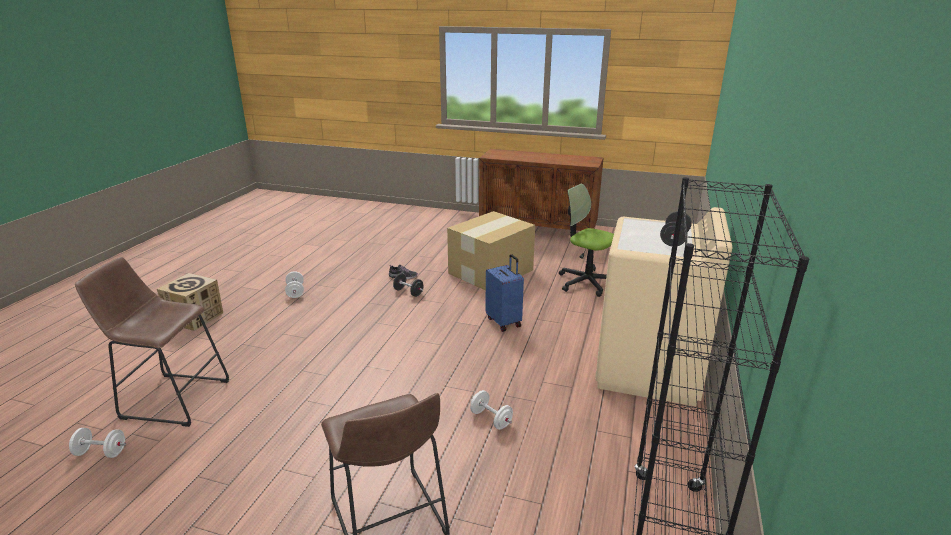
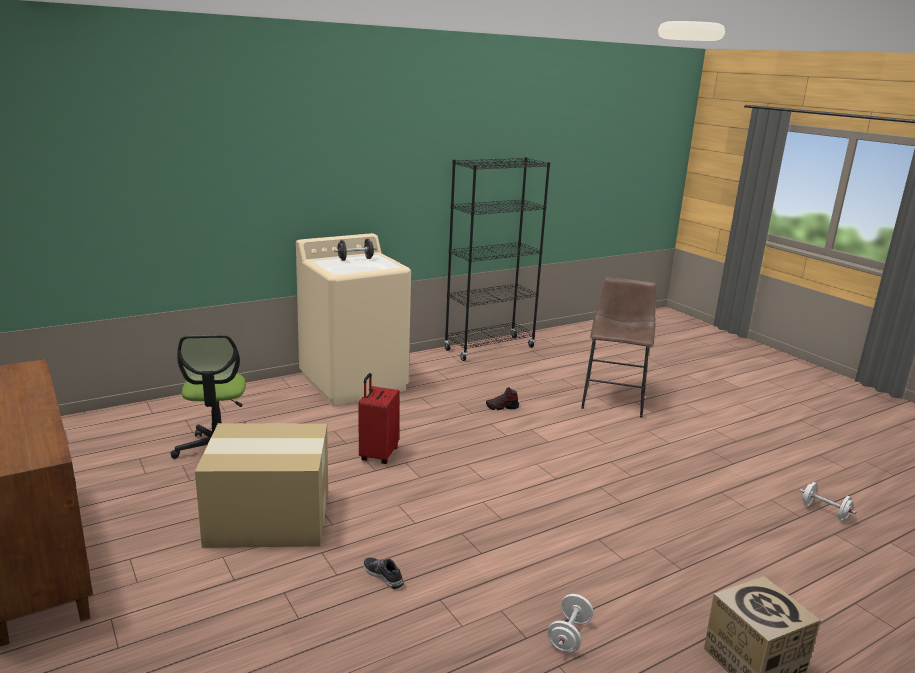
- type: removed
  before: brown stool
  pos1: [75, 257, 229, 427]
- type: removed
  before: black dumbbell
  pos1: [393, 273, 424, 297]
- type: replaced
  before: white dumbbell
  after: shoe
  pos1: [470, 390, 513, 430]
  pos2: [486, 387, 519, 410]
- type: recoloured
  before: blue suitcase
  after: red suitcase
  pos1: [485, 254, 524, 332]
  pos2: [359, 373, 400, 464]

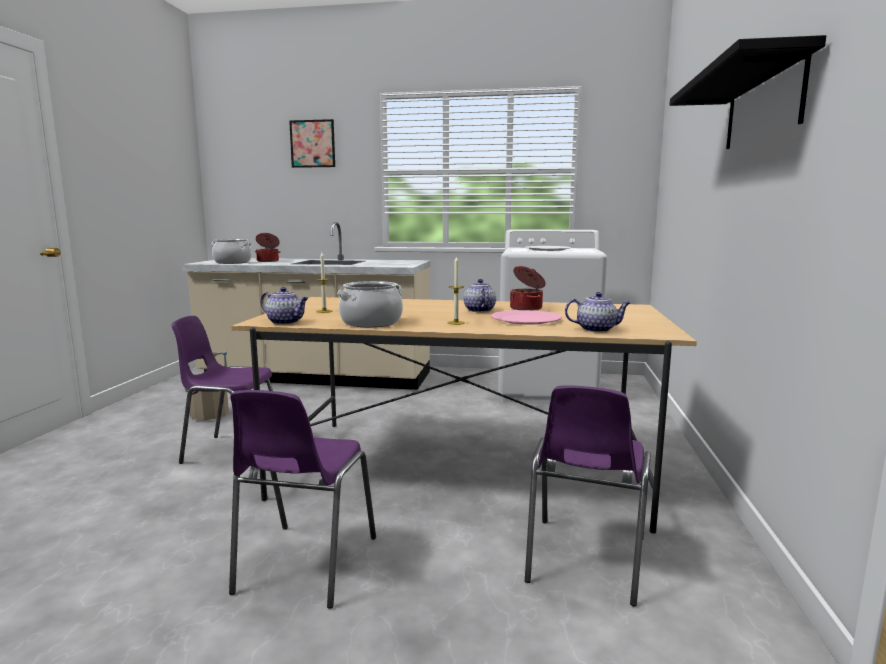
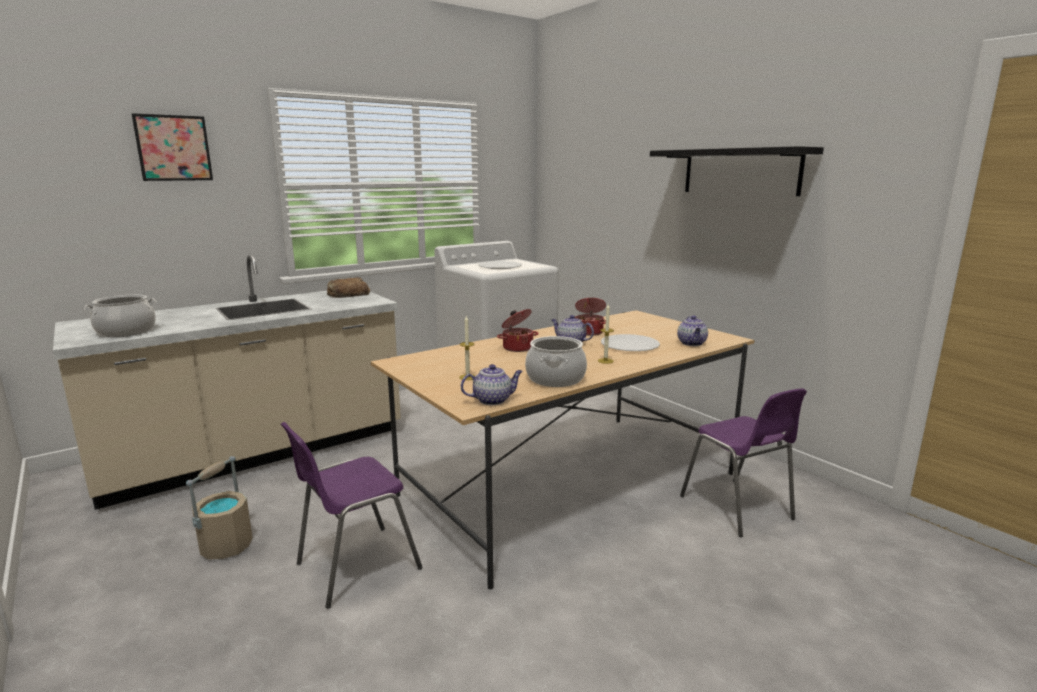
- type: removed
  before: purple chair
  pos1: [229, 390, 376, 609]
- type: added
  after: bread
  pos2: [327, 277, 370, 298]
- type: moved
  before: cooking pot
  pos1: [255, 233, 281, 262]
  pos2: [497, 309, 539, 352]
- type: recoloured
  before: pink plate
  after: white plate
  pos1: [491, 310, 561, 324]
  pos2: [601, 334, 660, 351]
- type: turned
  before: teapot
  pos1: [565, 292, 630, 332]
  pos2: [677, 316, 708, 346]
  turn: 135

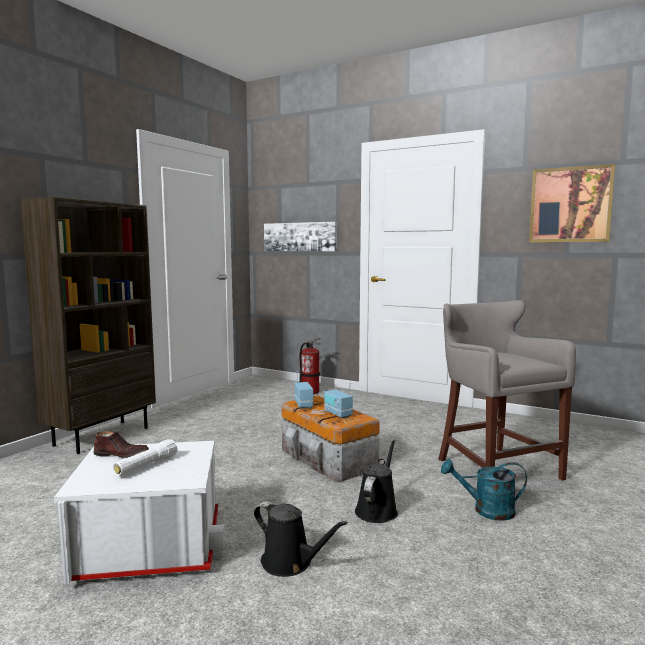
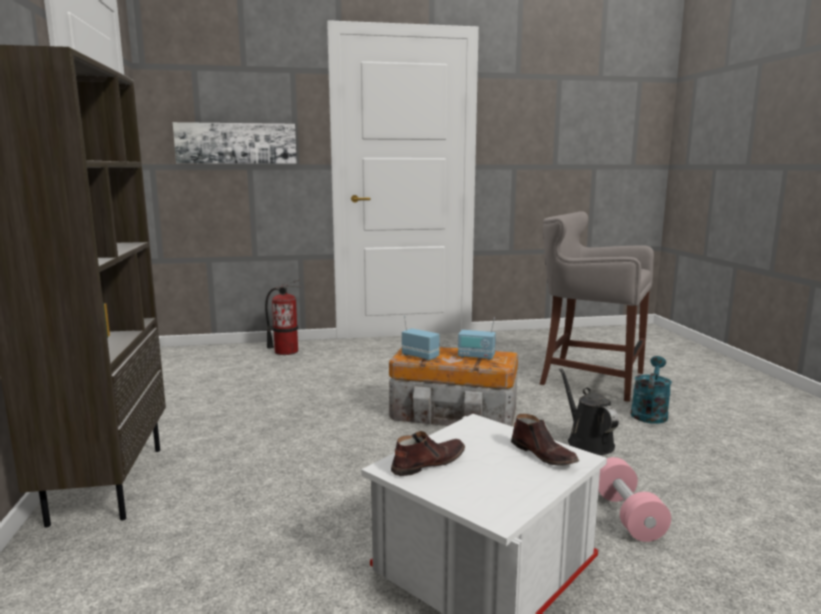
- type: removed
  before: white flashlight
  pos1: [113, 439, 178, 476]
- type: removed
  before: picture
  pos1: [529, 164, 615, 242]
- type: added
  after: brown shoe
  pos2: [511, 414, 579, 465]
- type: replaced
  before: black watering can
  after: pink dumbbell
  pos1: [254, 502, 348, 577]
  pos2: [599, 457, 671, 542]
- type: turned
  before: turquoise watering can
  pos1: [441, 459, 527, 521]
  pos2: [630, 356, 672, 424]
  turn: 150

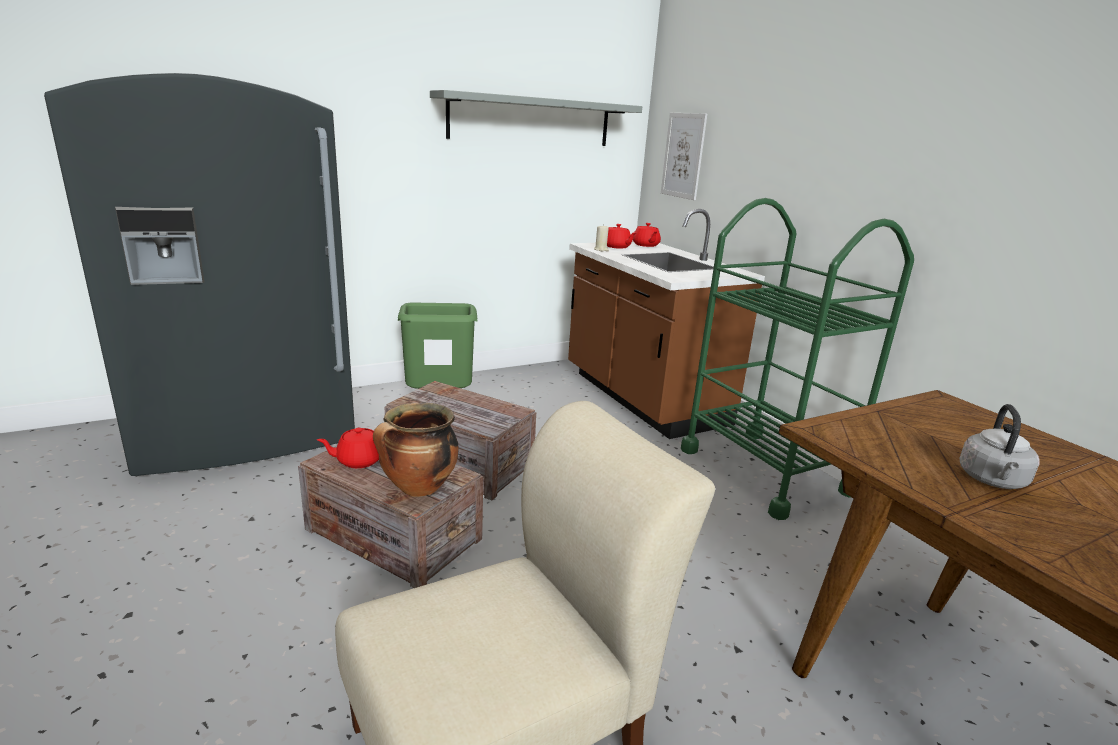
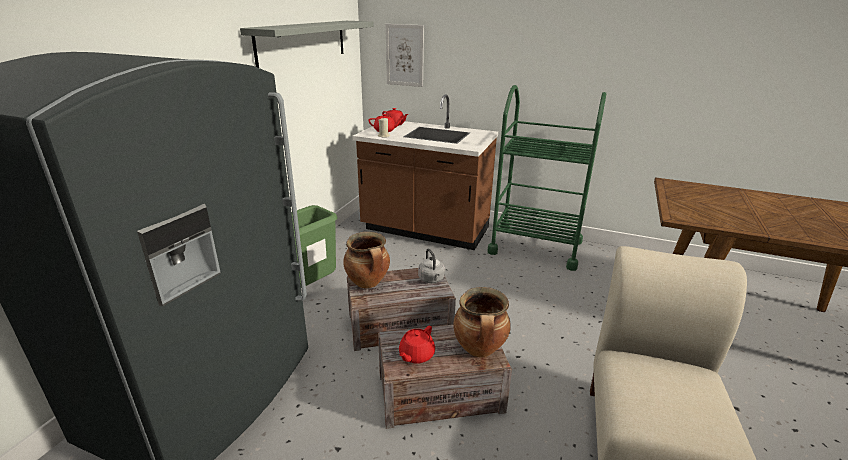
- type: added
  after: cooking pot
  pos2: [343, 232, 390, 289]
- type: moved
  before: grey kettle
  pos1: [959, 404, 1040, 489]
  pos2: [418, 248, 445, 283]

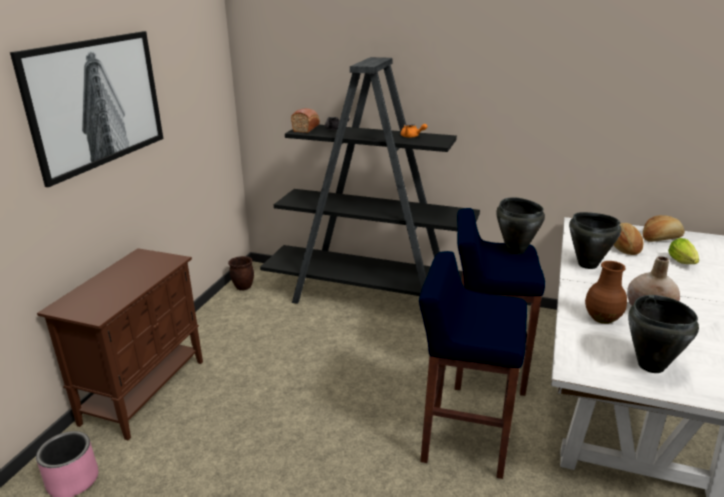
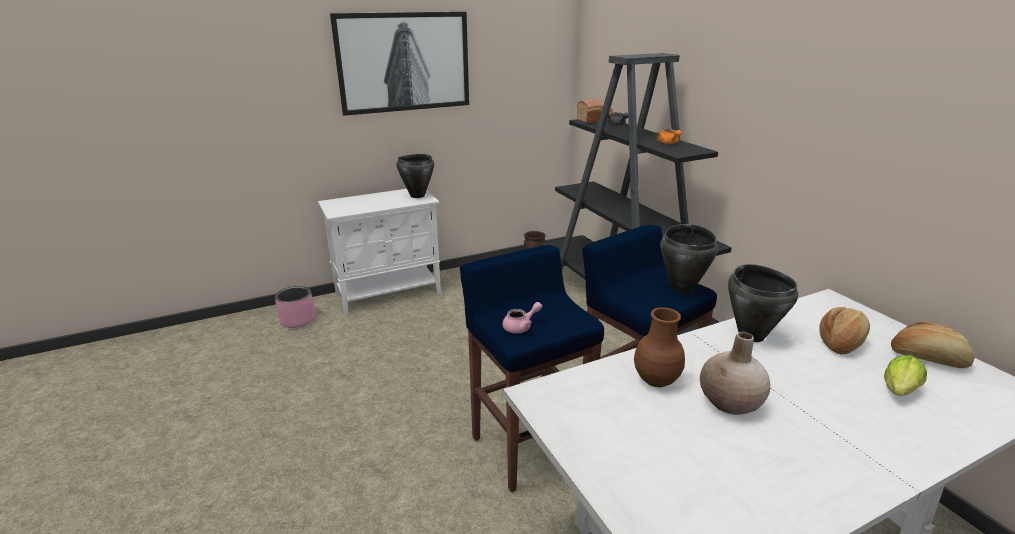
- type: added
  after: pink teapot
  pos2: [502, 302, 542, 334]
- type: moved
  before: black cooking pot
  pos1: [628, 295, 699, 373]
  pos2: [396, 154, 434, 198]
- type: recoloured
  before: brown cabinet
  after: white cabinet
  pos1: [37, 248, 203, 440]
  pos2: [318, 189, 441, 315]

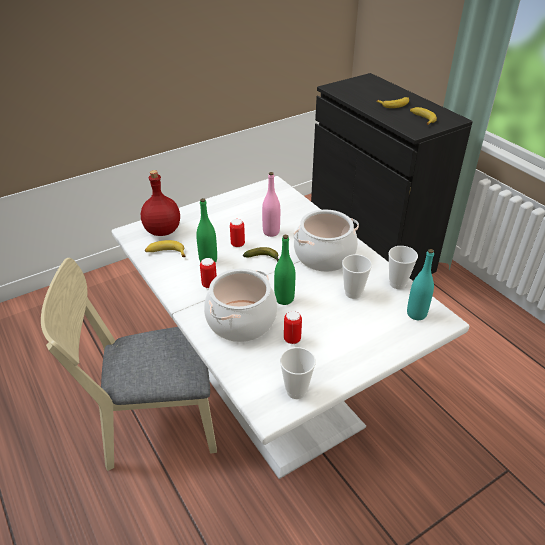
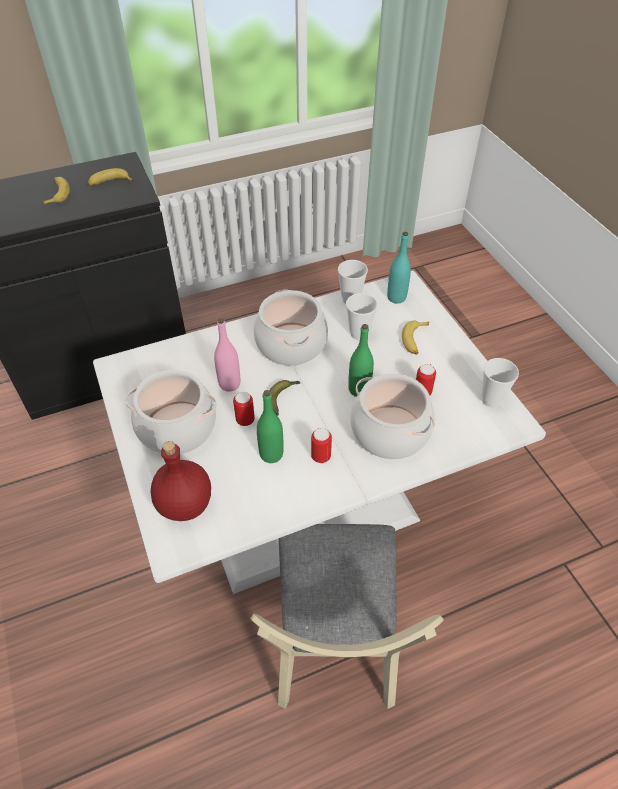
- type: added
  after: cooking pot
  pos2: [125, 370, 217, 454]
- type: moved
  before: banana
  pos1: [145, 240, 186, 257]
  pos2: [402, 321, 429, 355]

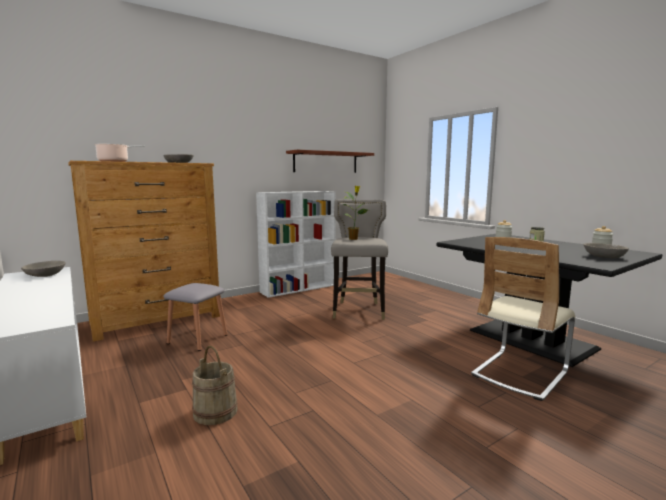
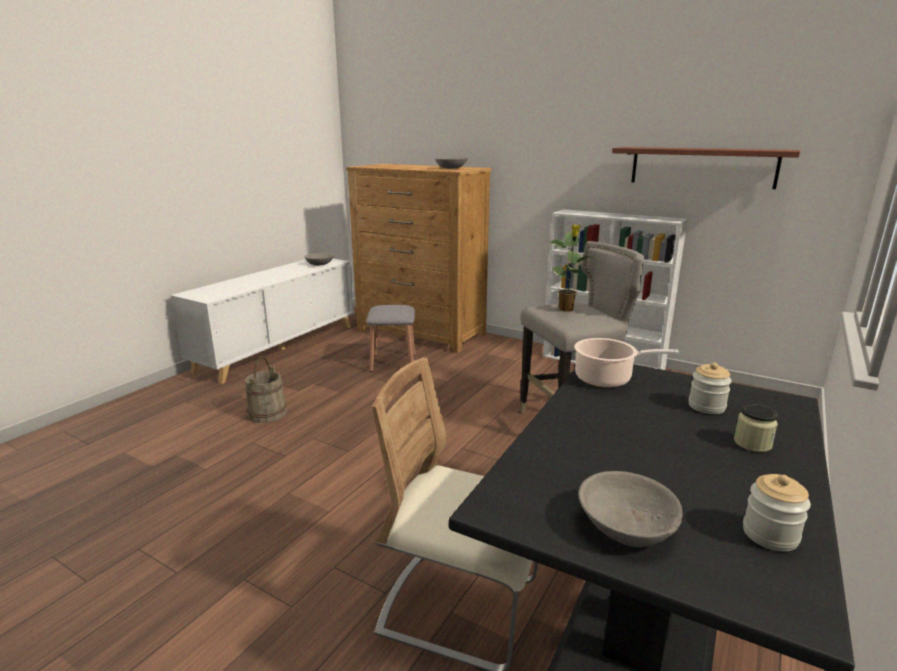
- type: moved
  before: cooking pot
  pos1: [94, 144, 145, 162]
  pos2: [574, 338, 679, 387]

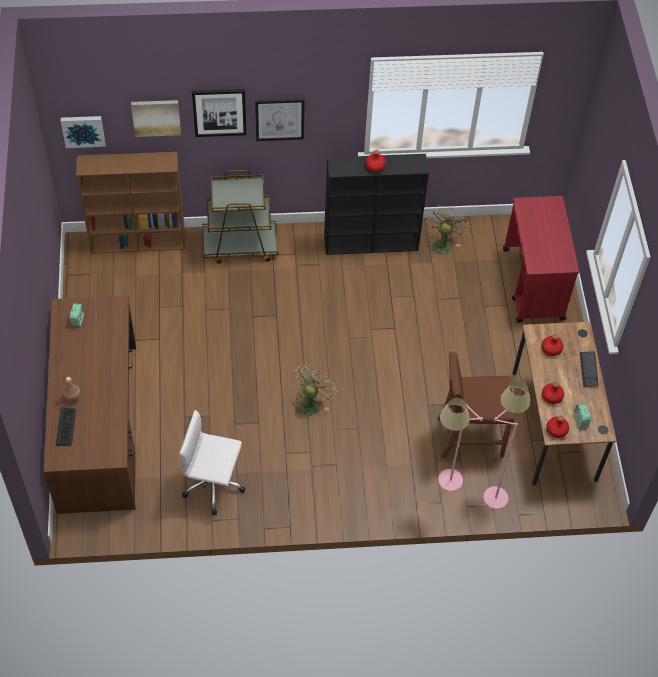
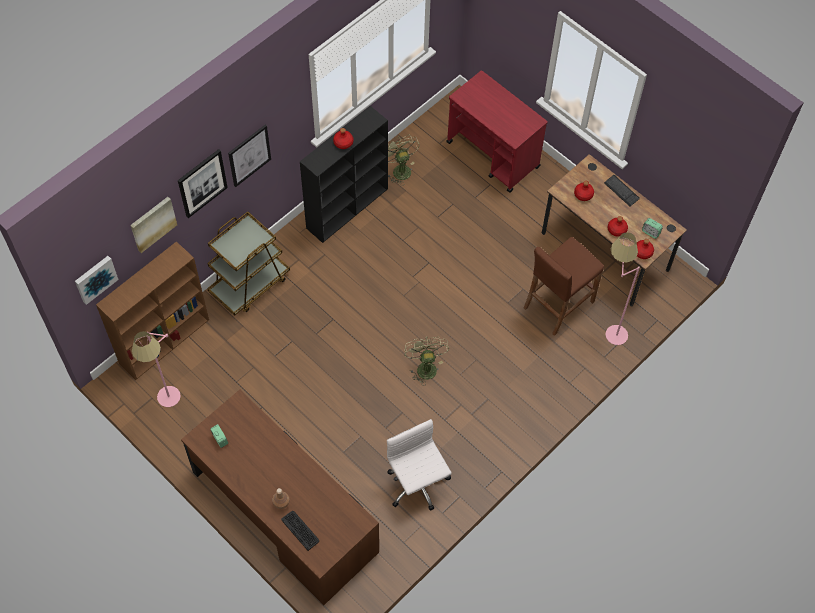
- type: moved
  before: pink floor lamp
  pos1: [438, 398, 483, 491]
  pos2: [132, 331, 181, 407]
- type: turned
  before: white office chair
  pos1: [179, 410, 245, 515]
  pos2: [387, 419, 452, 511]
  turn: 90

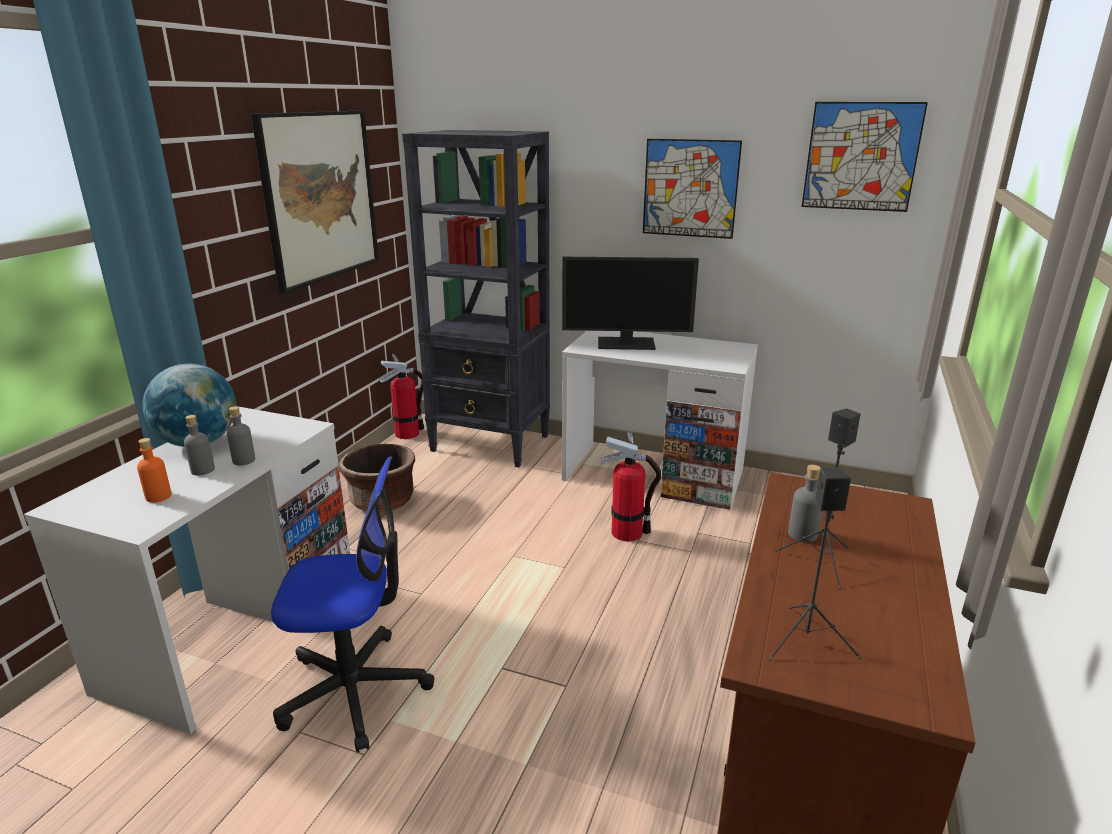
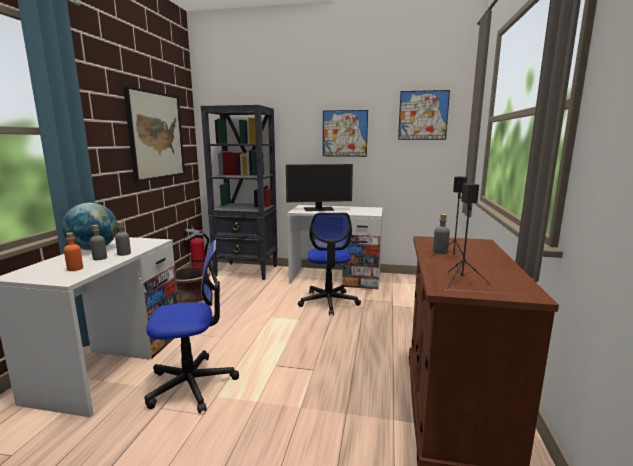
- type: replaced
  before: fire extinguisher
  after: office chair
  pos1: [601, 431, 661, 541]
  pos2: [298, 213, 361, 315]

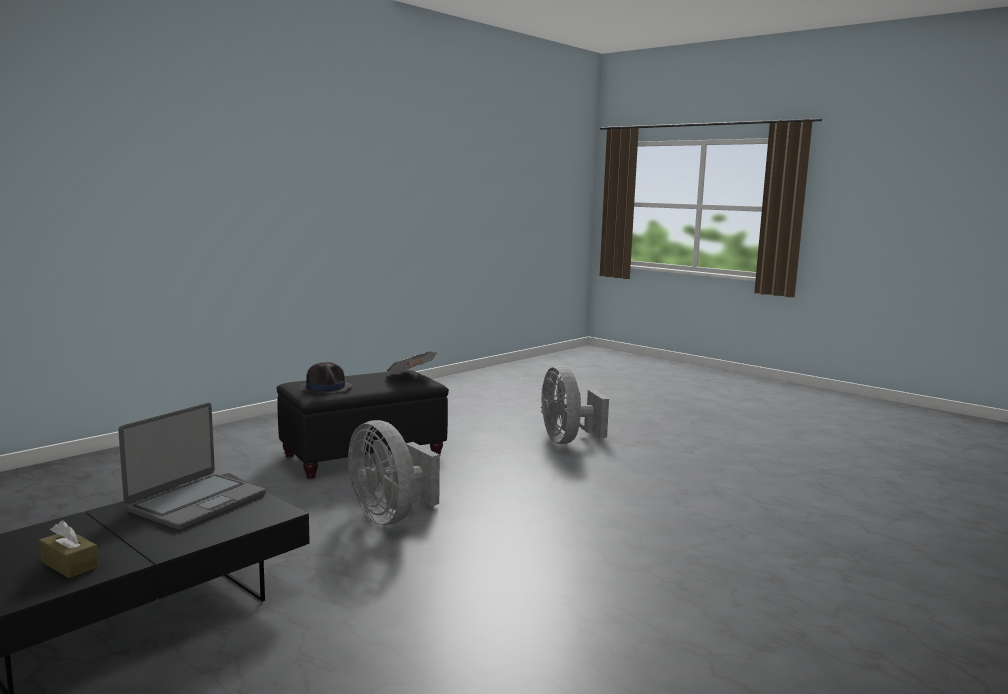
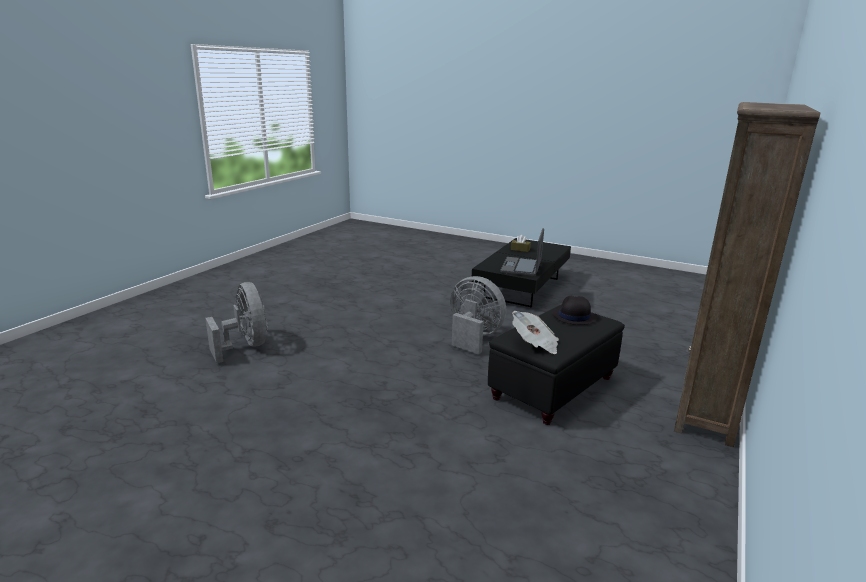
- type: added
  after: brown bookcase
  pos2: [674, 102, 820, 448]
- type: moved
  before: grey fan
  pos1: [541, 366, 609, 444]
  pos2: [205, 282, 268, 363]

